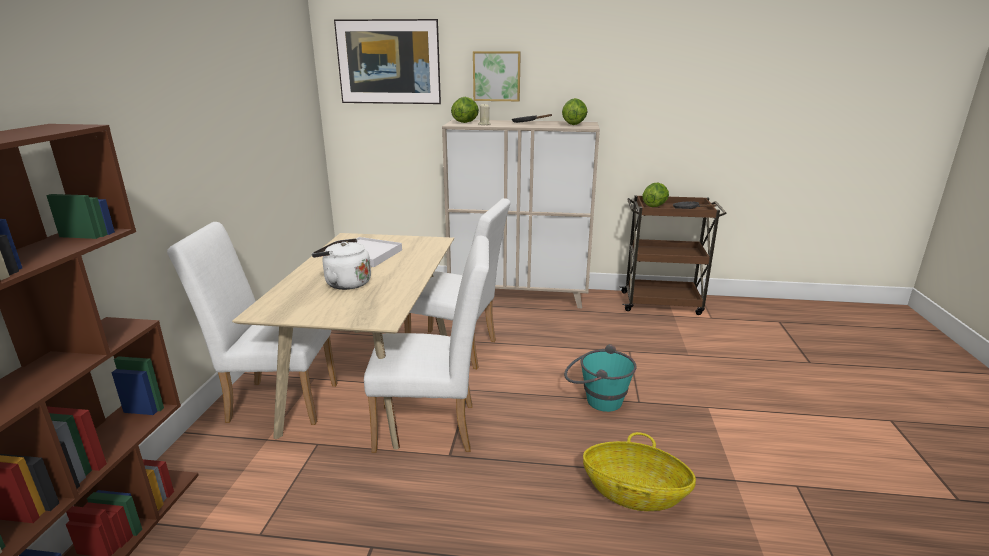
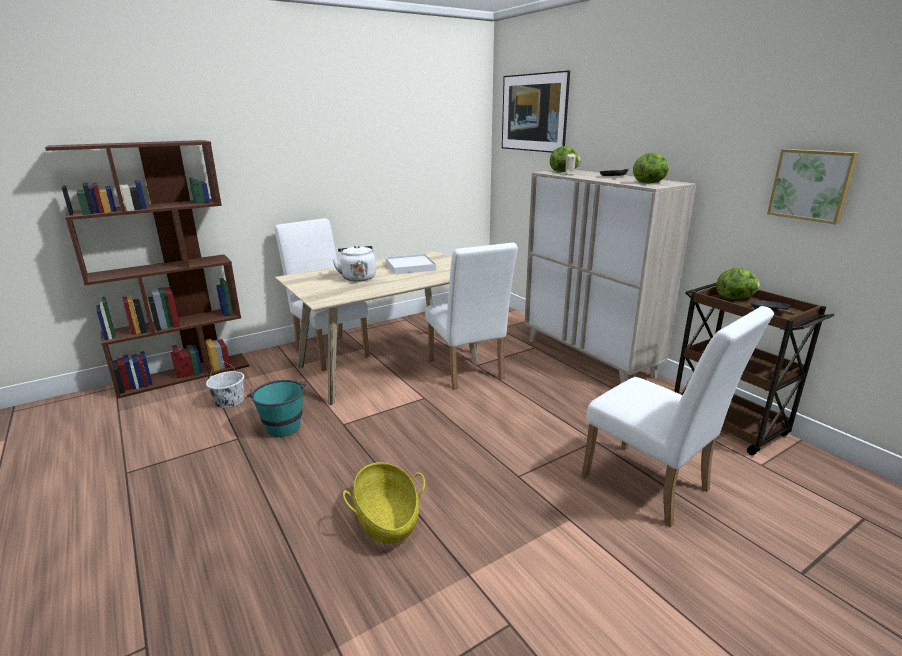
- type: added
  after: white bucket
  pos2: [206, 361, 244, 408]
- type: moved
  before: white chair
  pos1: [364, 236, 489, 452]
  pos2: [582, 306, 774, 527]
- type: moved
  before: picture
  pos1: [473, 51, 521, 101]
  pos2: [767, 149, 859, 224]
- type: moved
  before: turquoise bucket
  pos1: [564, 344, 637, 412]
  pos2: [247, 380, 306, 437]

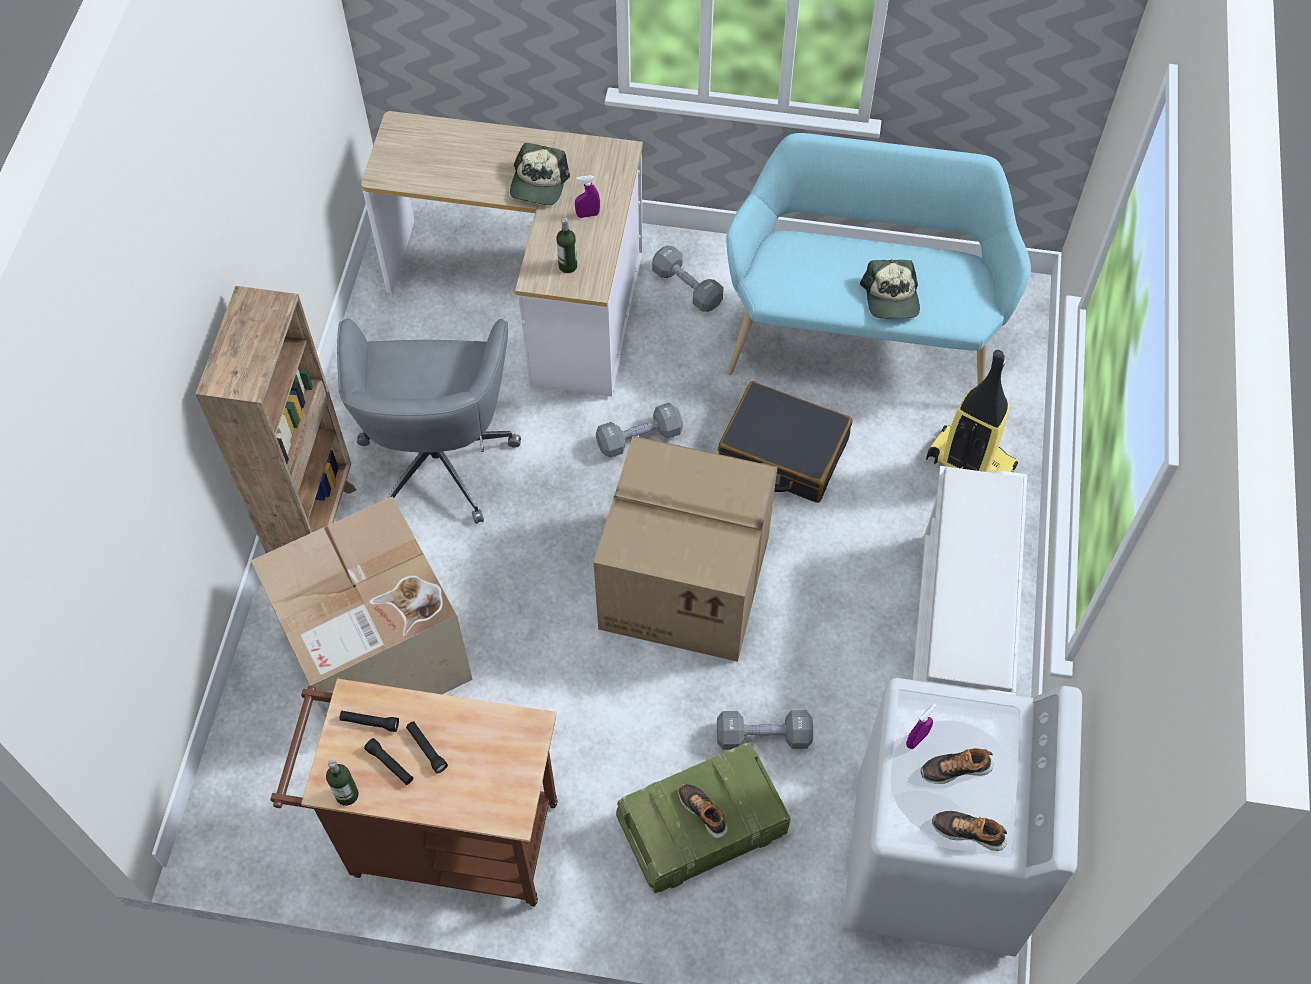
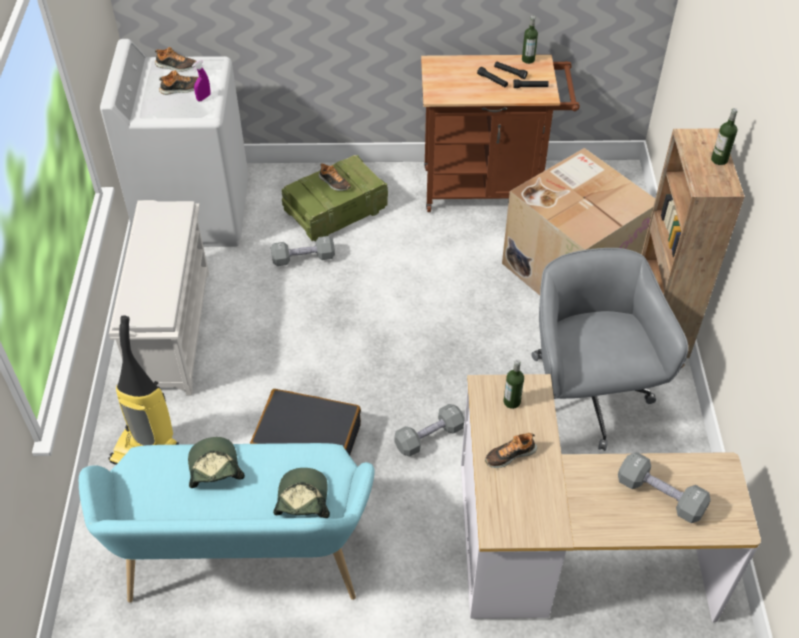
- type: removed
  before: cardboard box
  pos1: [594, 436, 777, 662]
- type: added
  after: bottle
  pos2: [711, 108, 738, 165]
- type: moved
  before: cap
  pos1: [510, 143, 570, 205]
  pos2: [273, 468, 330, 518]
- type: moved
  before: grey dumbbell
  pos1: [652, 246, 724, 312]
  pos2: [618, 452, 711, 523]
- type: replaced
  before: purple spray bottle
  after: shoe
  pos1: [575, 175, 600, 218]
  pos2: [485, 433, 537, 468]

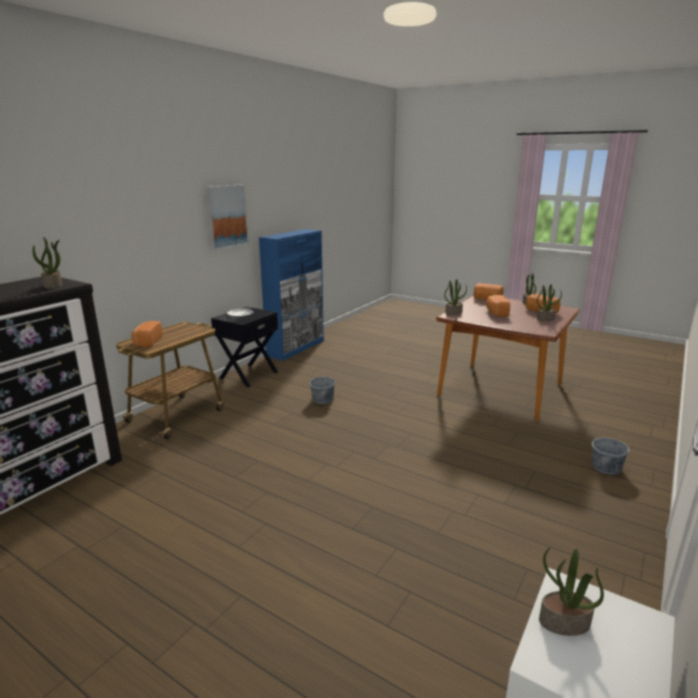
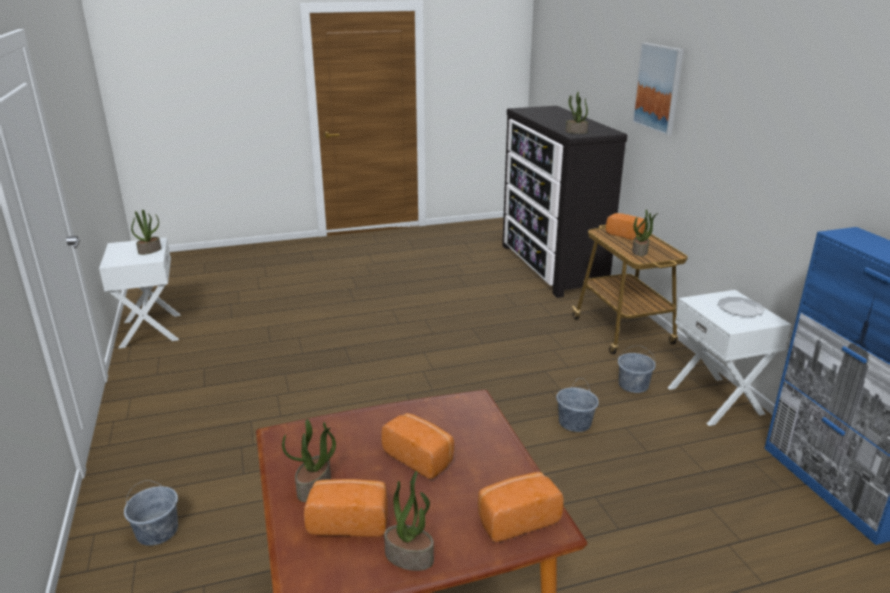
- type: added
  after: grey bucket
  pos2: [618, 345, 656, 393]
- type: moved
  before: picture
  pos1: [205, 184, 249, 251]
  pos2: [632, 43, 684, 135]
- type: moved
  before: potted plant
  pos1: [444, 279, 467, 315]
  pos2: [632, 210, 658, 256]
- type: recoloured
  before: black nightstand
  after: white nightstand
  pos1: [211, 306, 278, 387]
  pos2: [668, 290, 791, 426]

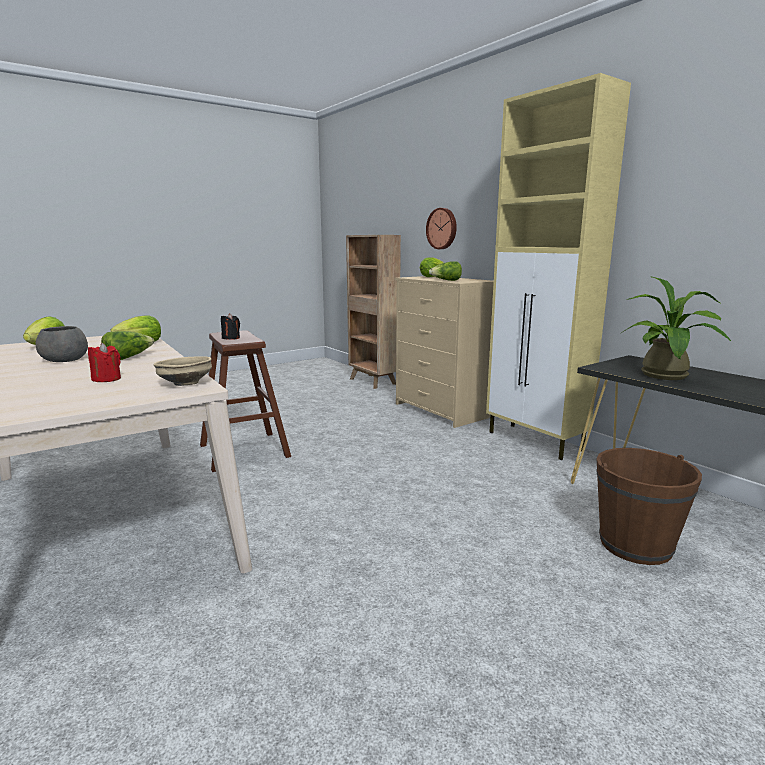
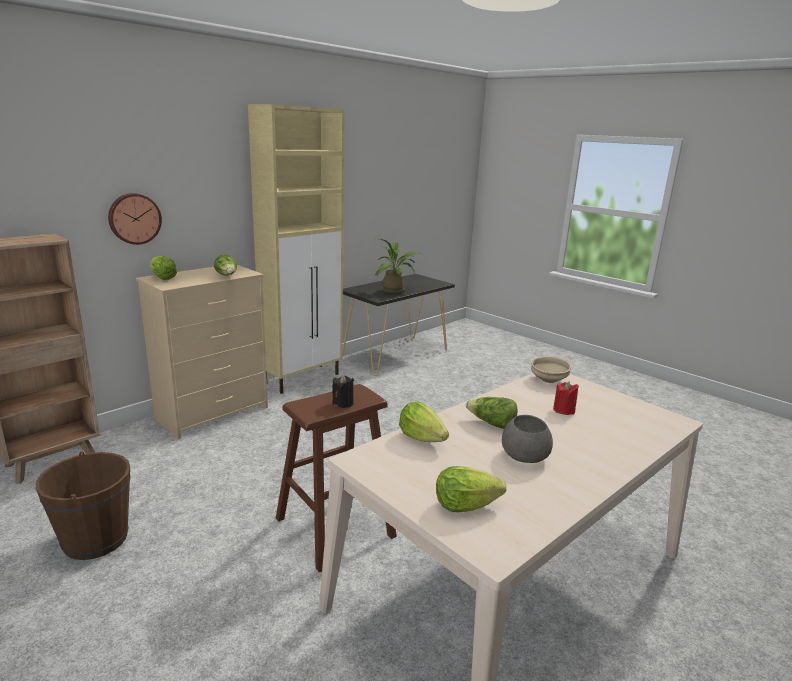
- type: moved
  before: brown bucket
  pos1: [597, 448, 702, 565]
  pos2: [36, 451, 130, 560]

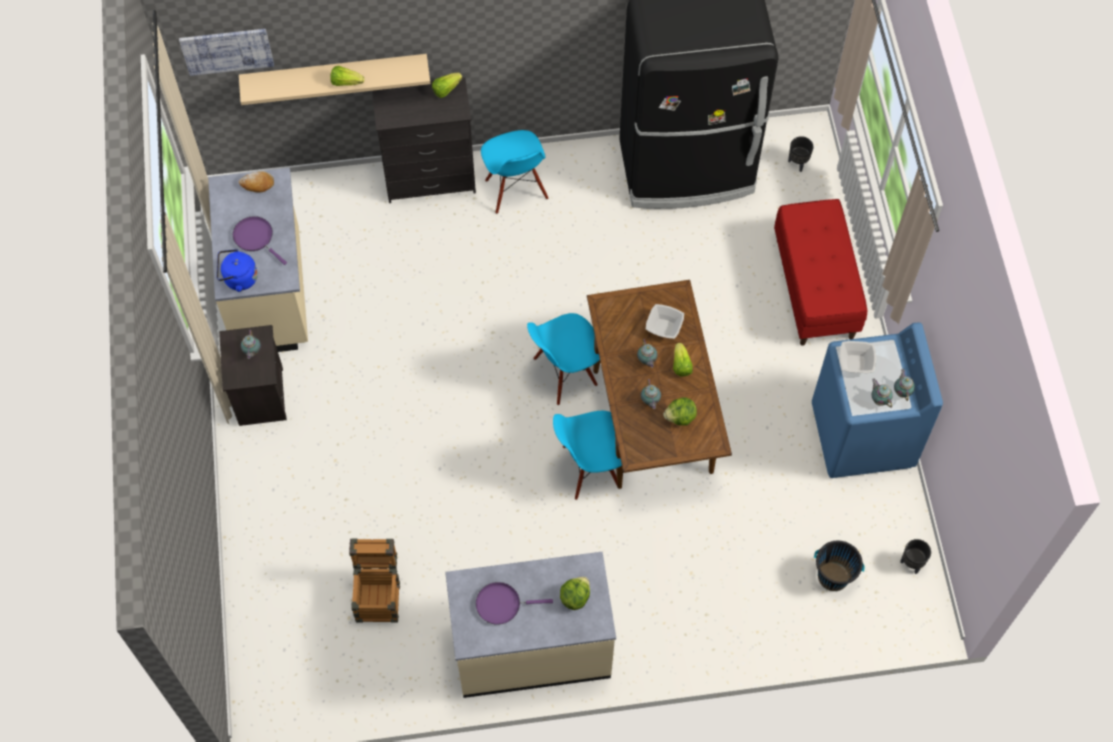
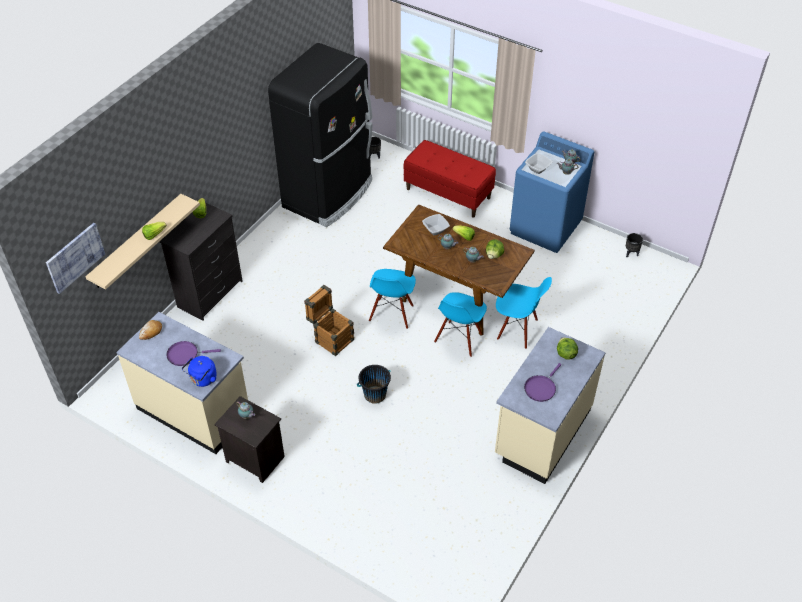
- type: moved
  before: crate
  pos1: [349, 538, 400, 623]
  pos2: [304, 285, 354, 356]
- type: moved
  before: blue chair
  pos1: [481, 130, 548, 214]
  pos2: [496, 277, 552, 349]
- type: moved
  before: black bucket
  pos1: [814, 541, 864, 591]
  pos2: [357, 365, 391, 404]

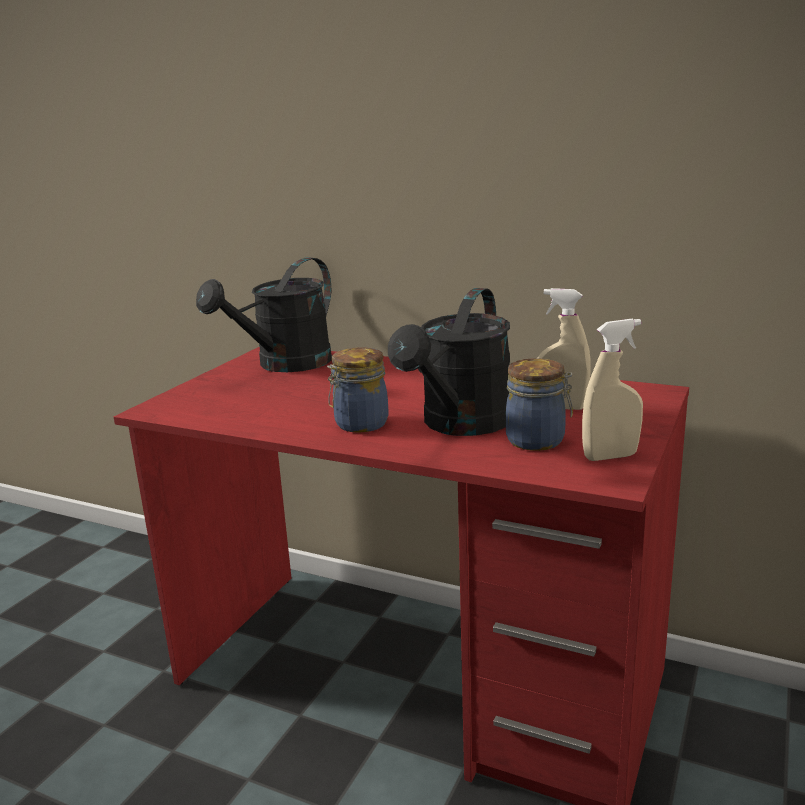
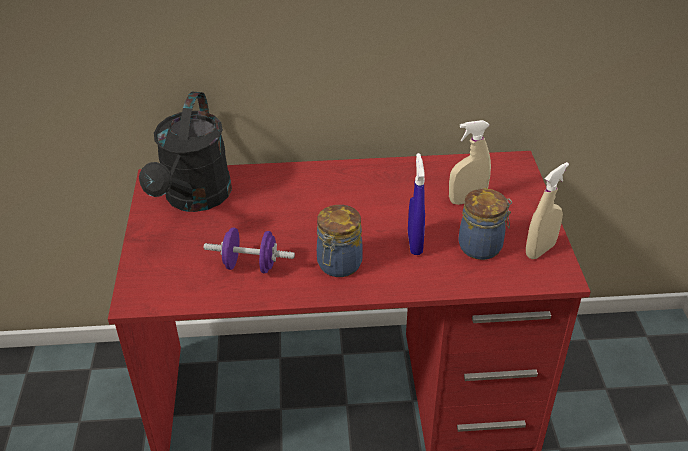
- type: added
  after: purple dumbbell
  pos2: [204, 228, 295, 273]
- type: replaced
  before: black watering can
  after: blue spray bottle
  pos1: [388, 288, 510, 436]
  pos2: [408, 153, 425, 255]

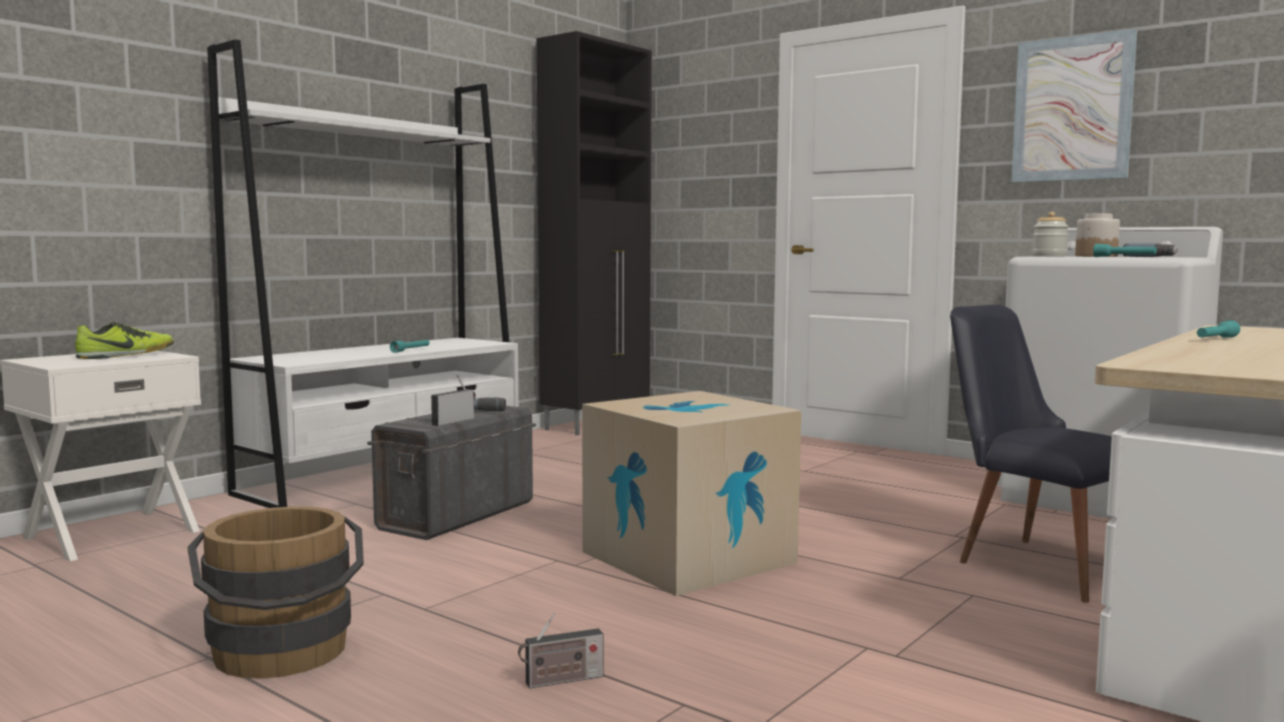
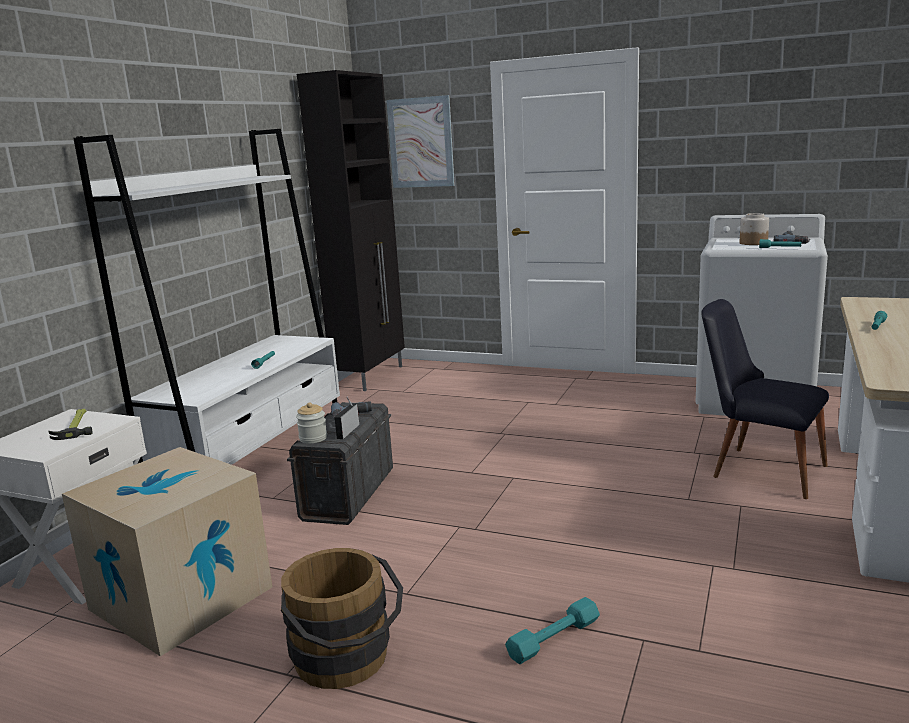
- type: moved
  before: cardboard box
  pos1: [582, 391, 801, 596]
  pos2: [62, 447, 272, 656]
- type: moved
  before: picture
  pos1: [1011, 29, 1137, 182]
  pos2: [386, 95, 455, 188]
- type: moved
  before: jar
  pos1: [1032, 212, 1069, 256]
  pos2: [296, 402, 327, 444]
- type: replaced
  before: shoe
  after: hammer
  pos1: [75, 322, 174, 359]
  pos2: [48, 409, 93, 440]
- type: replaced
  before: radio
  after: turquoise dumbbell
  pos1: [518, 613, 603, 688]
  pos2: [505, 597, 600, 664]

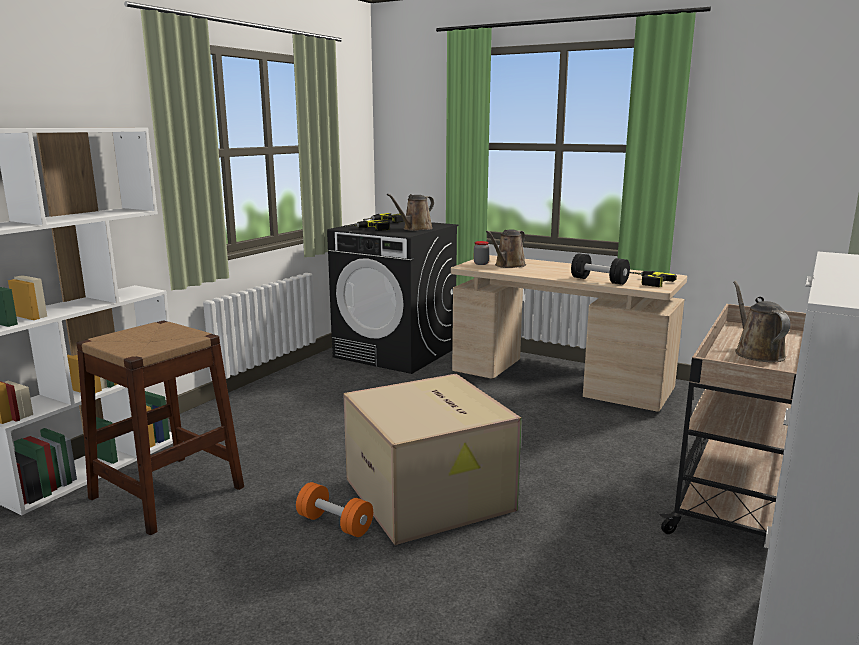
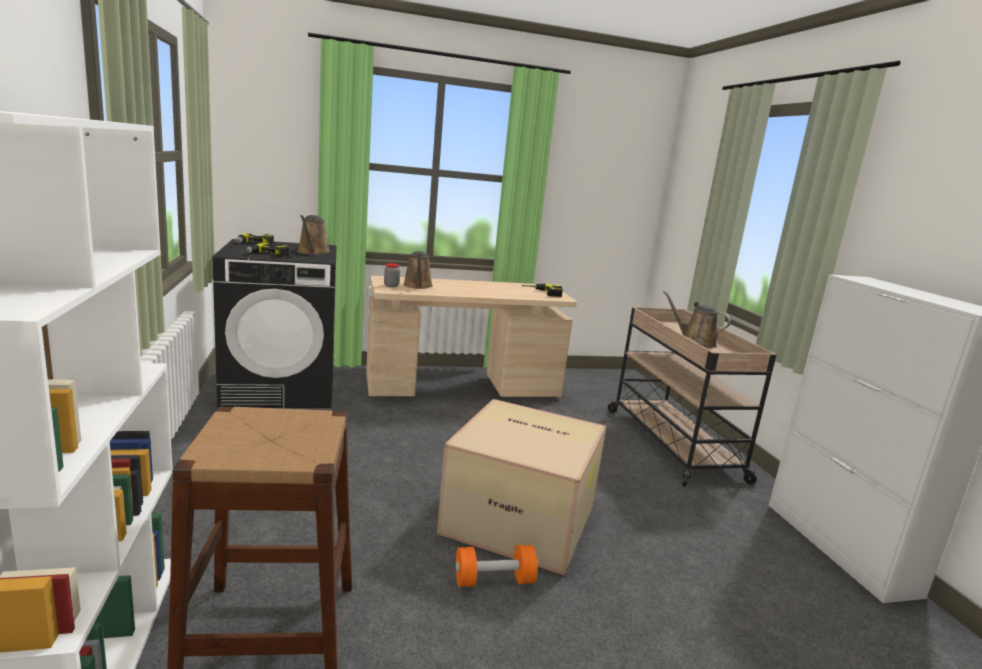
- type: removed
  before: black dumbbell
  pos1: [571, 253, 630, 285]

